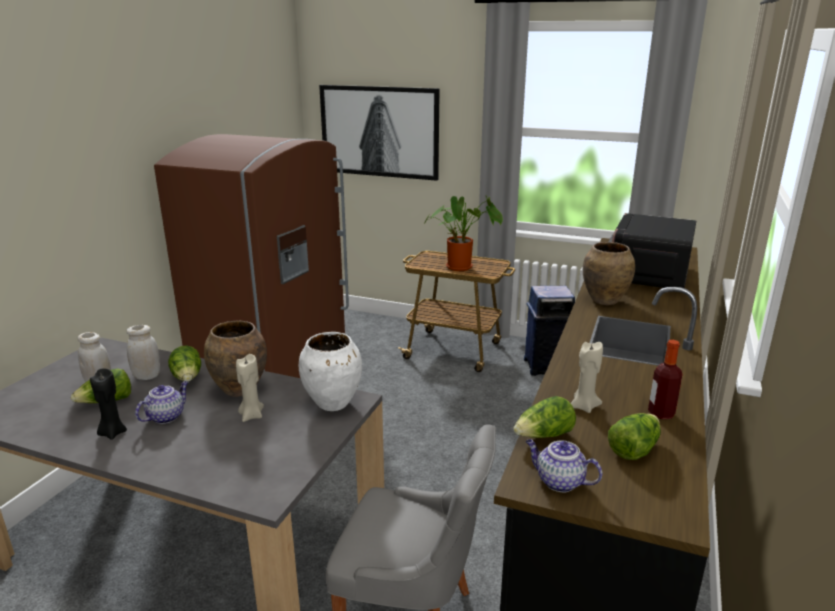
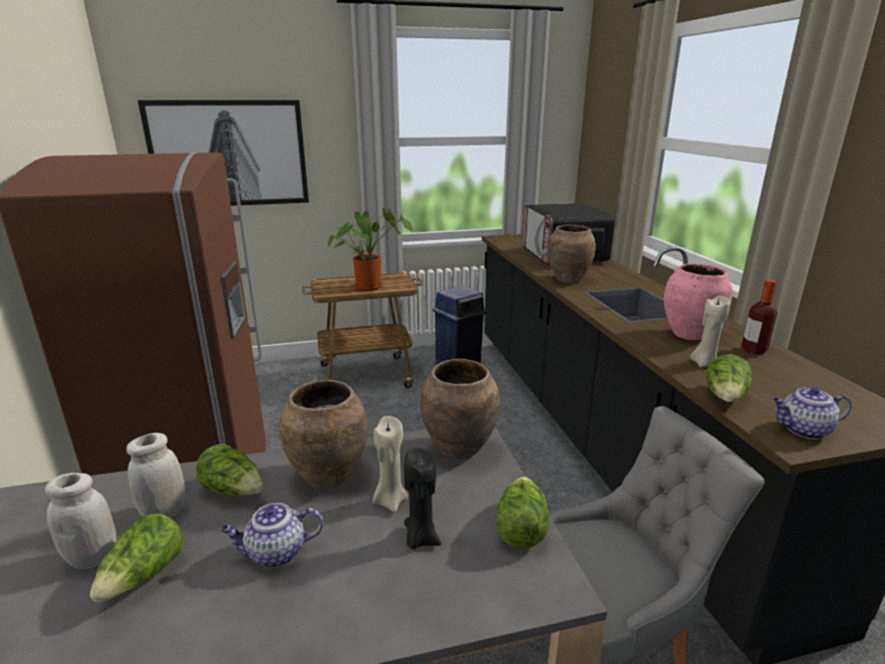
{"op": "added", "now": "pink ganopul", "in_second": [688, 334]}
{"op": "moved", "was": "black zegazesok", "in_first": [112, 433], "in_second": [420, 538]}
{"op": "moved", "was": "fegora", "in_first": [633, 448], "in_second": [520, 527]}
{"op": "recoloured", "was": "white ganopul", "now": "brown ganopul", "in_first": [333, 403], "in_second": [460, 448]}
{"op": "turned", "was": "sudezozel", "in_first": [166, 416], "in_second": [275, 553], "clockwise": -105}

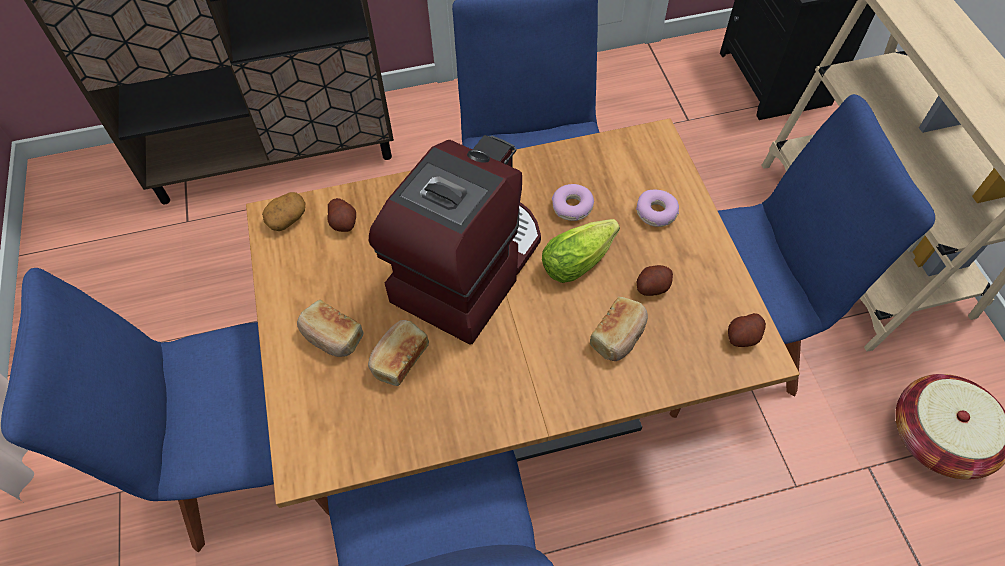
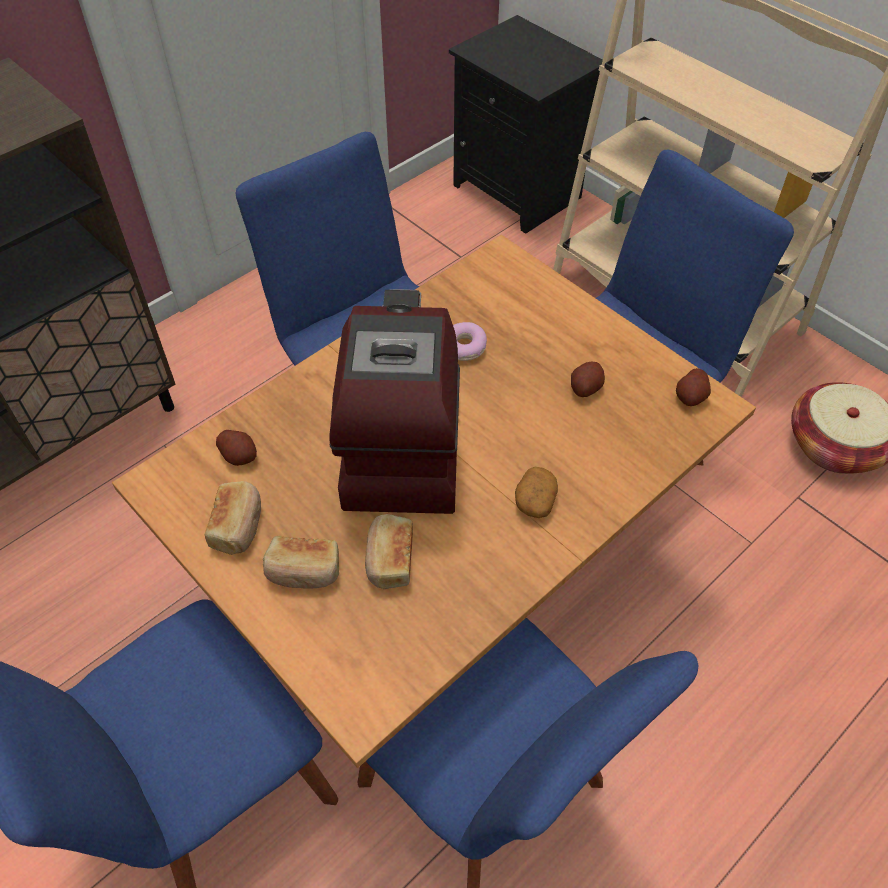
{"op": "removed", "was": "fegora", "in_first": [581, 259]}
{"op": "removed", "was": "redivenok", "in_first": [656, 213]}
{"op": "moved", "was": "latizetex", "in_first": [287, 218], "in_second": [535, 500]}
{"op": "moved", "was": "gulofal", "in_first": [619, 336], "in_second": [238, 526]}

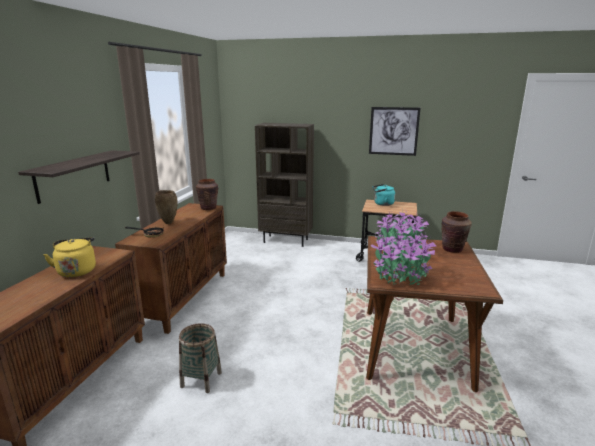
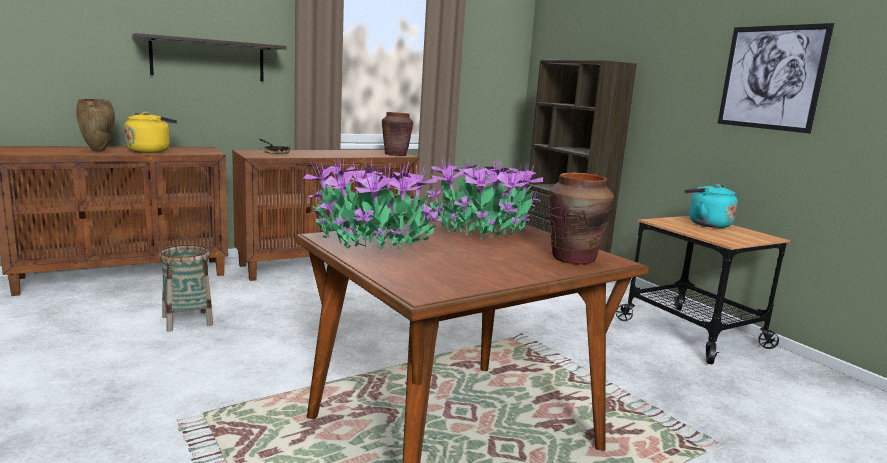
{"op": "moved", "was": "brown ganopul", "in_first": [169, 223], "in_second": [99, 151]}

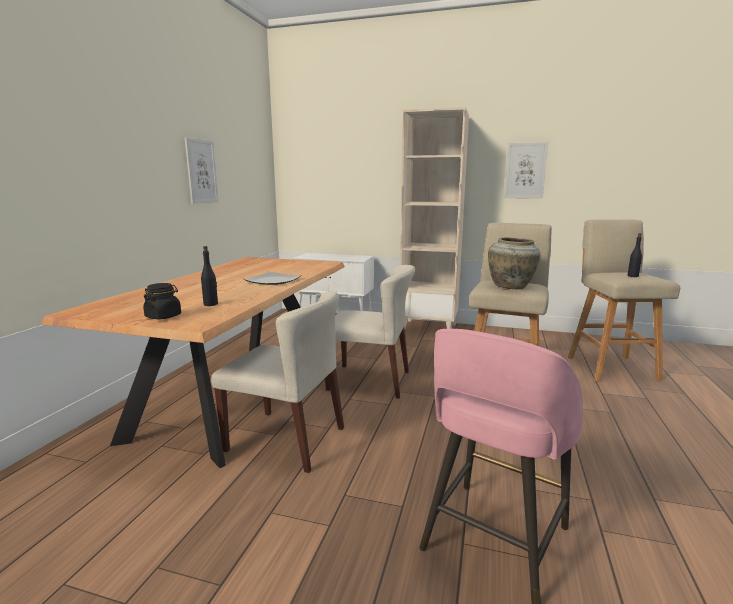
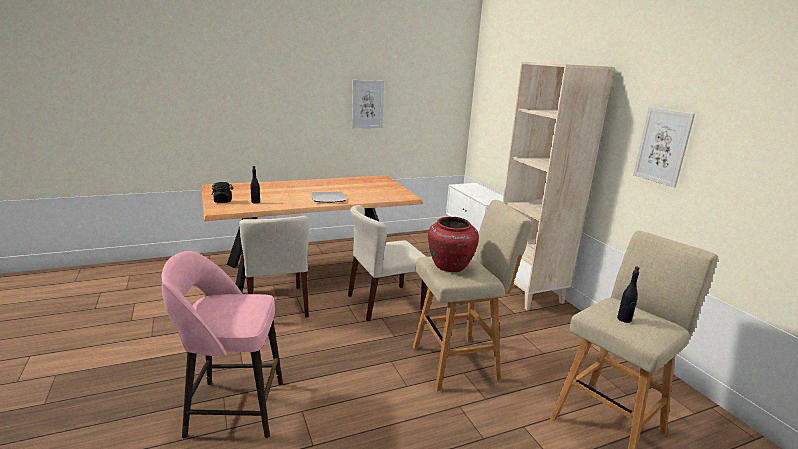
{"op": "recoloured", "was": "beige ganopul", "now": "red ganopul", "in_first": [511, 286], "in_second": [449, 266]}
{"op": "turned", "was": "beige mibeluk", "in_first": [370, 380], "in_second": [385, 302], "clockwise": 90}

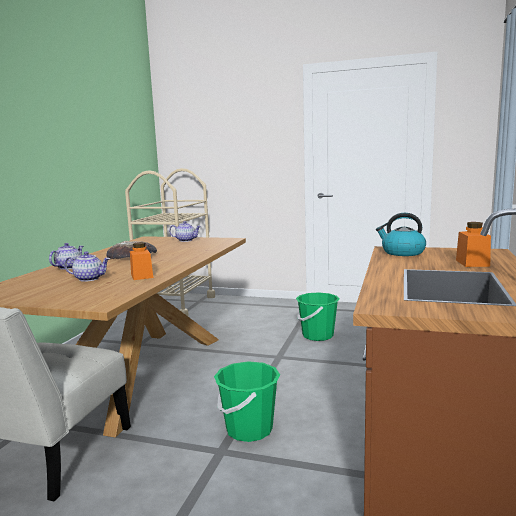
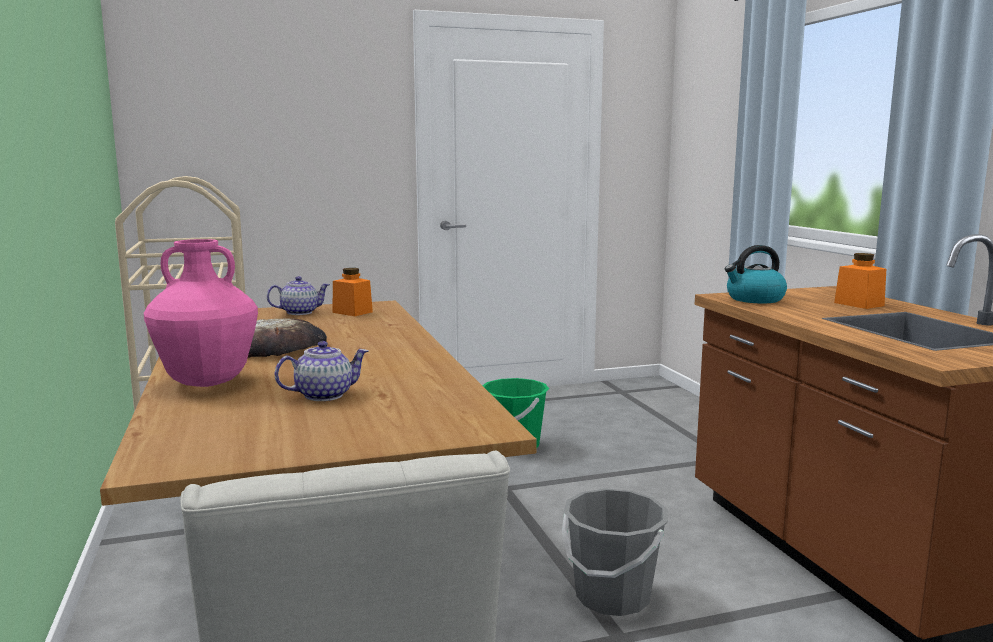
{"op": "moved", "was": "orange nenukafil", "in_first": [142, 276], "in_second": [352, 312]}
{"op": "replaced", "was": "sudezozel", "now": "pink ganopul", "in_first": [68, 267], "in_second": [206, 382]}
{"op": "recoloured", "was": "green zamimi", "now": "grey zamimi", "in_first": [249, 429], "in_second": [612, 597]}

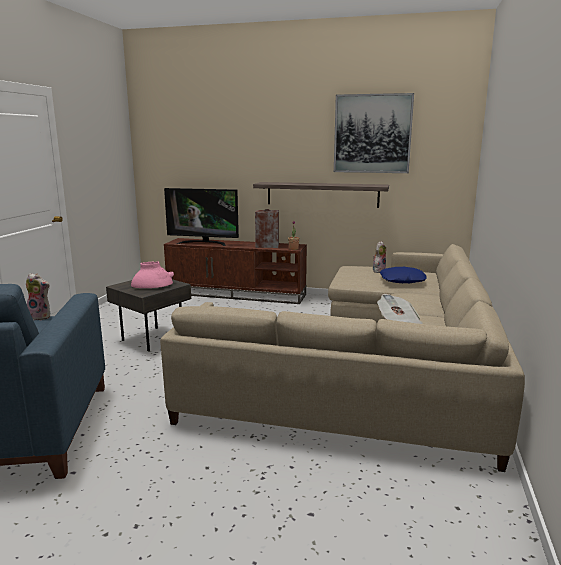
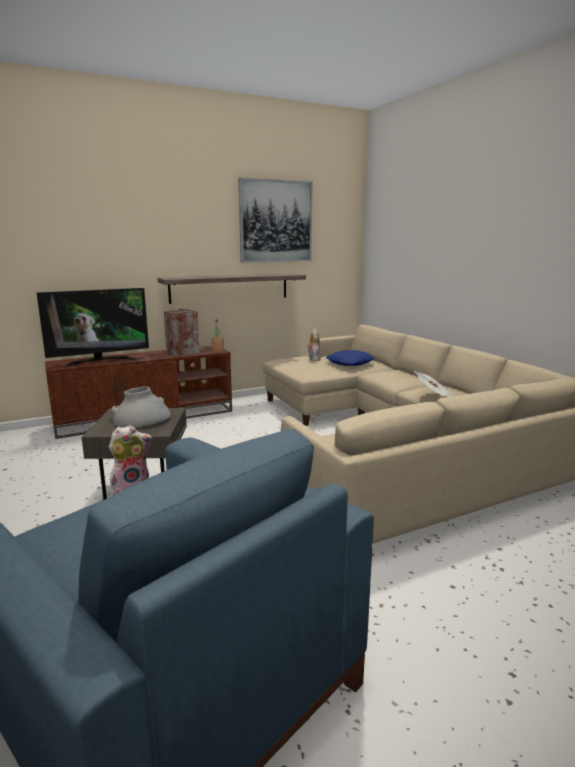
{"op": "recoloured", "was": "pink ganopul", "now": "grey ganopul", "in_first": [152, 284], "in_second": [141, 419]}

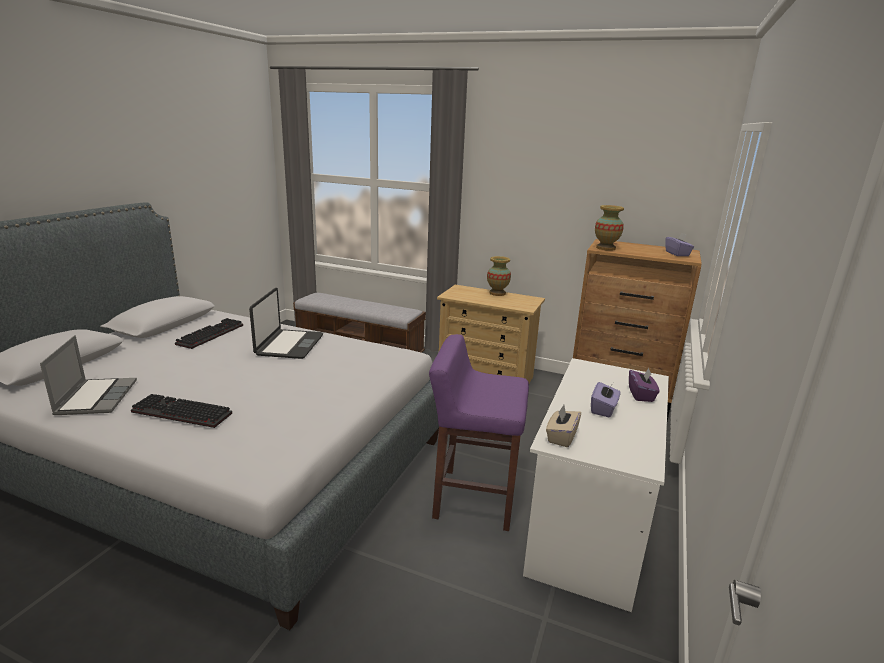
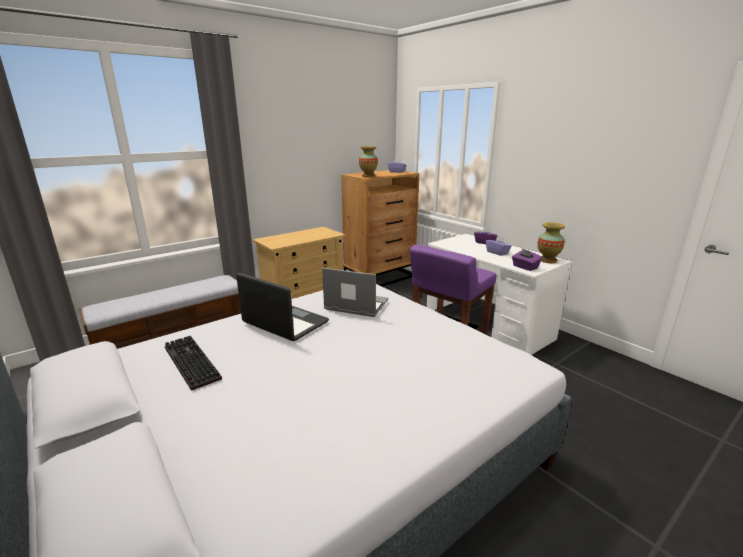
{"op": "removed", "was": "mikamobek", "in_first": [179, 414]}
{"op": "moved", "was": "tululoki", "in_first": [96, 397], "in_second": [355, 305]}
{"op": "moved", "was": "ganopul", "in_first": [497, 293], "in_second": [547, 260]}
{"op": "recoloured", "was": "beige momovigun", "now": "purple momovigun", "in_first": [561, 437], "in_second": [525, 267]}

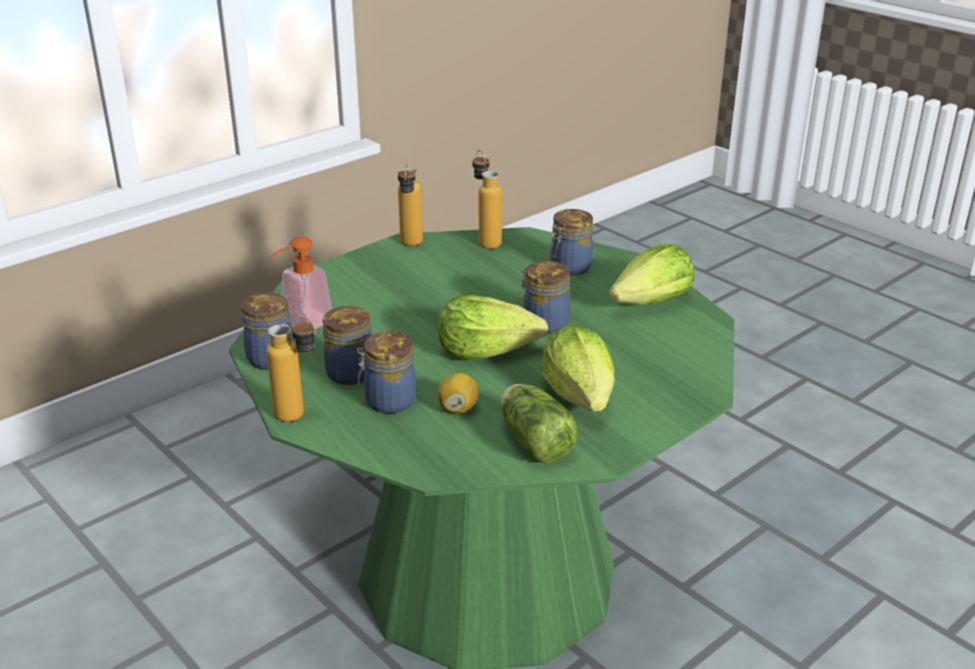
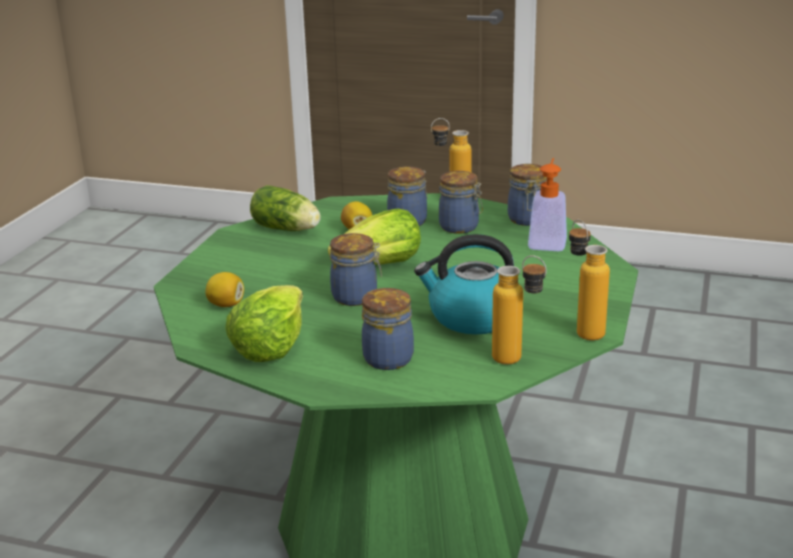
{"op": "removed", "was": "fegora", "in_first": [581, 396]}
{"op": "added", "now": "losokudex", "in_second": [226, 305]}
{"op": "added", "now": "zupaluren", "in_second": [472, 317]}

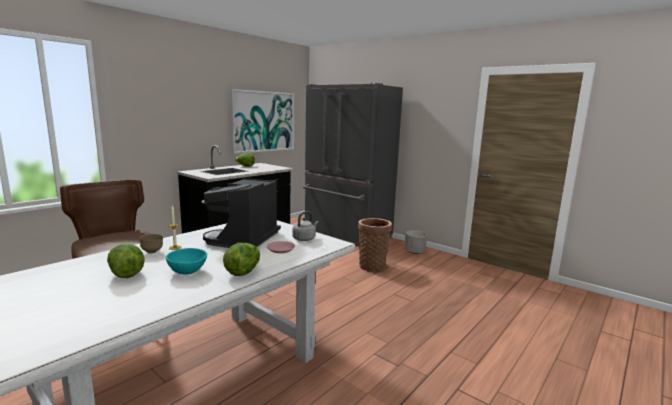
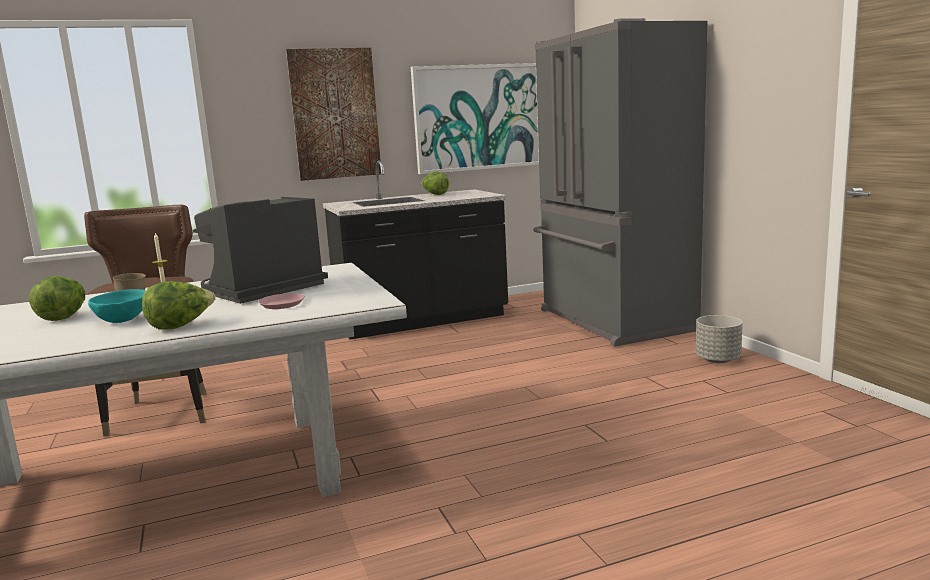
{"op": "removed", "was": "grey zupaluren", "in_first": [305, 239]}
{"op": "removed", "was": "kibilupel", "in_first": [372, 266]}
{"op": "added", "now": "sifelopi", "in_second": [335, 114]}

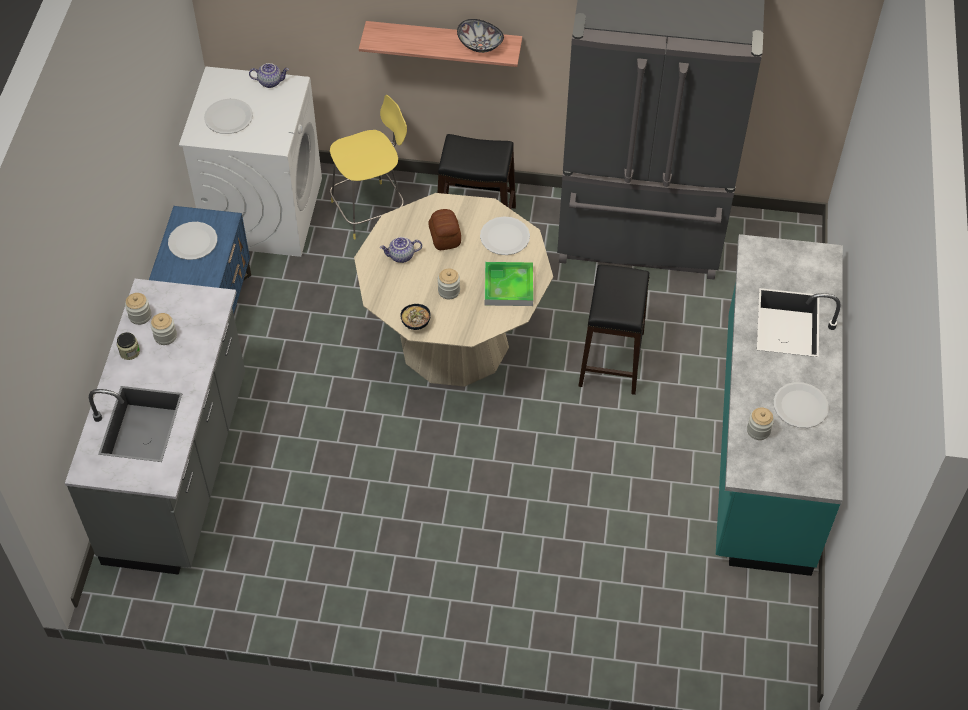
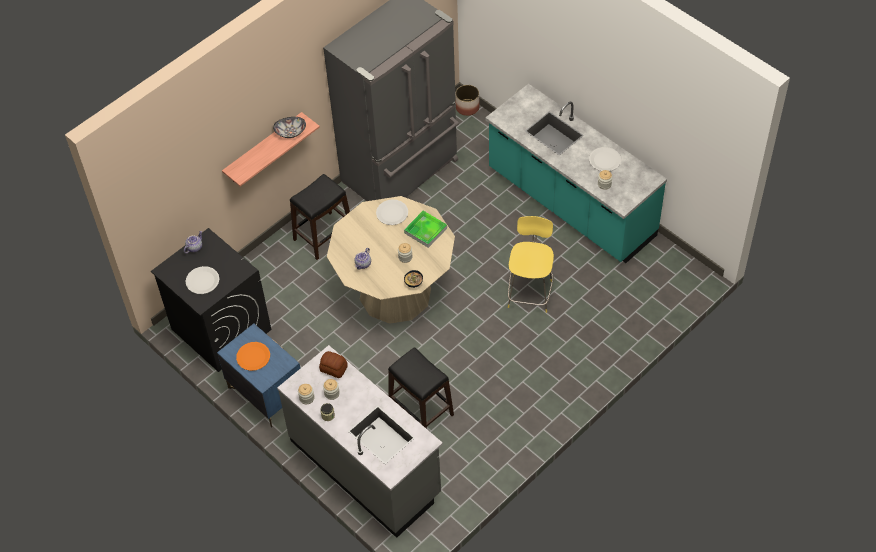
{"op": "added", "now": "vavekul", "in_second": [467, 107]}
{"op": "moved", "was": "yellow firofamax", "in_first": [370, 209], "in_second": [530, 292]}
{"op": "moved", "was": "gulofal", "in_first": [444, 237], "in_second": [333, 369]}
{"op": "moved", "was": "black firofamax", "in_first": [612, 358], "in_second": [421, 409]}
{"op": "recoloured", "was": "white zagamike", "now": "orange zagamike", "in_first": [193, 242], "in_second": [253, 357]}
{"op": "recoloured", "was": "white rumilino", "now": "black rumilino", "in_first": [263, 211], "in_second": [220, 329]}

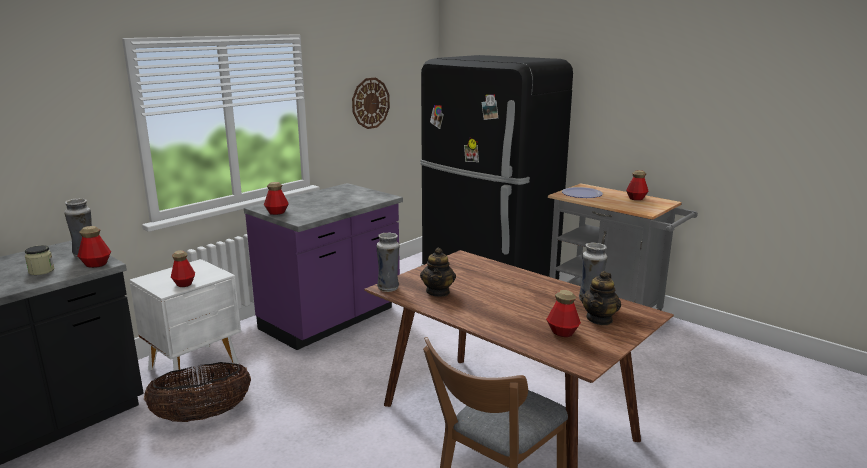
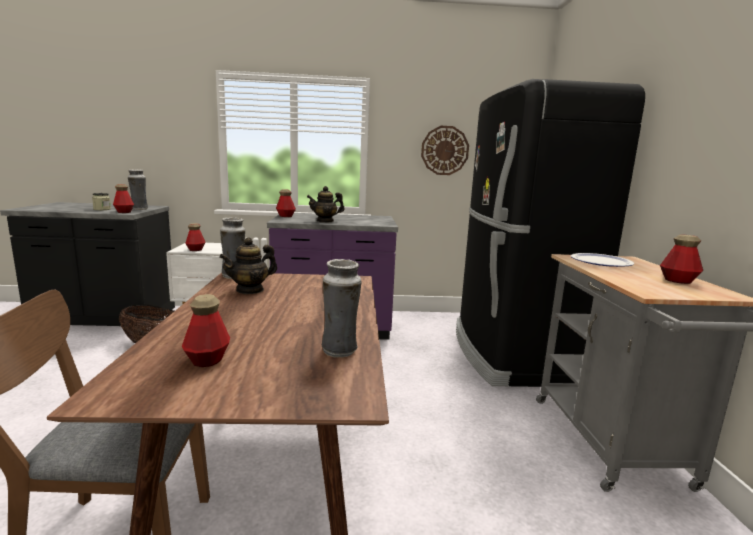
{"op": "moved", "was": "sudezozel", "in_first": [599, 319], "in_second": [325, 221]}

